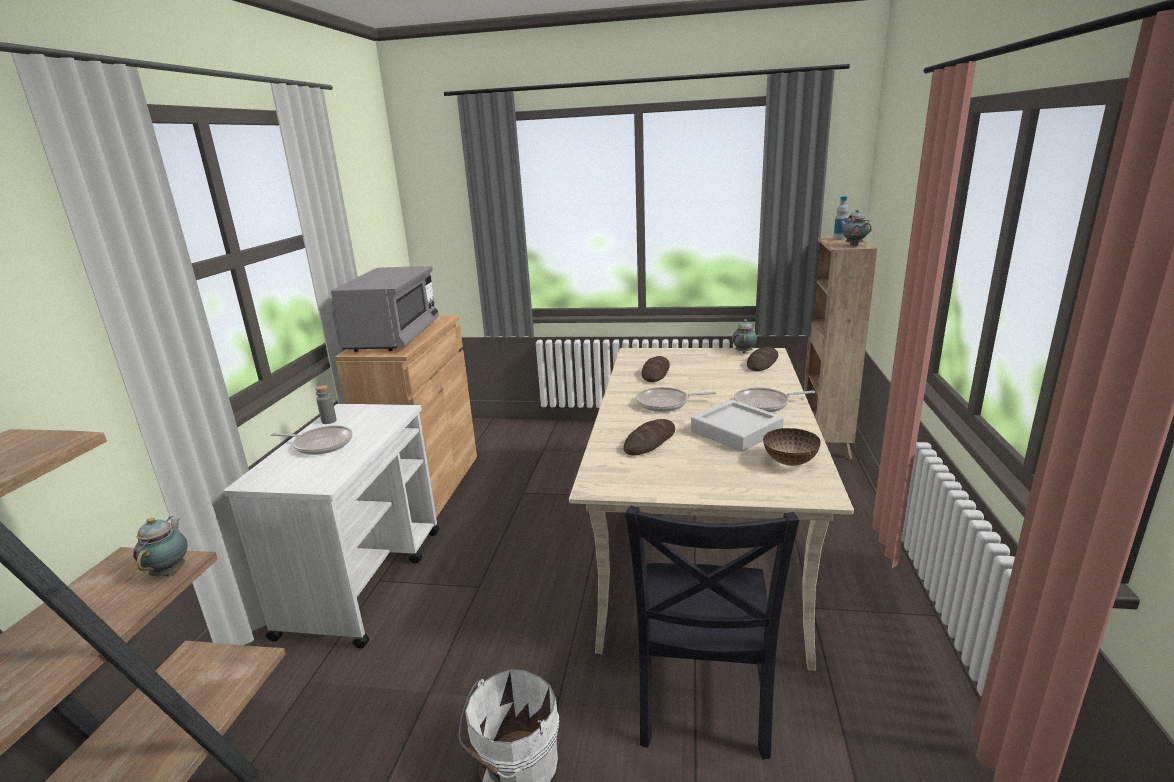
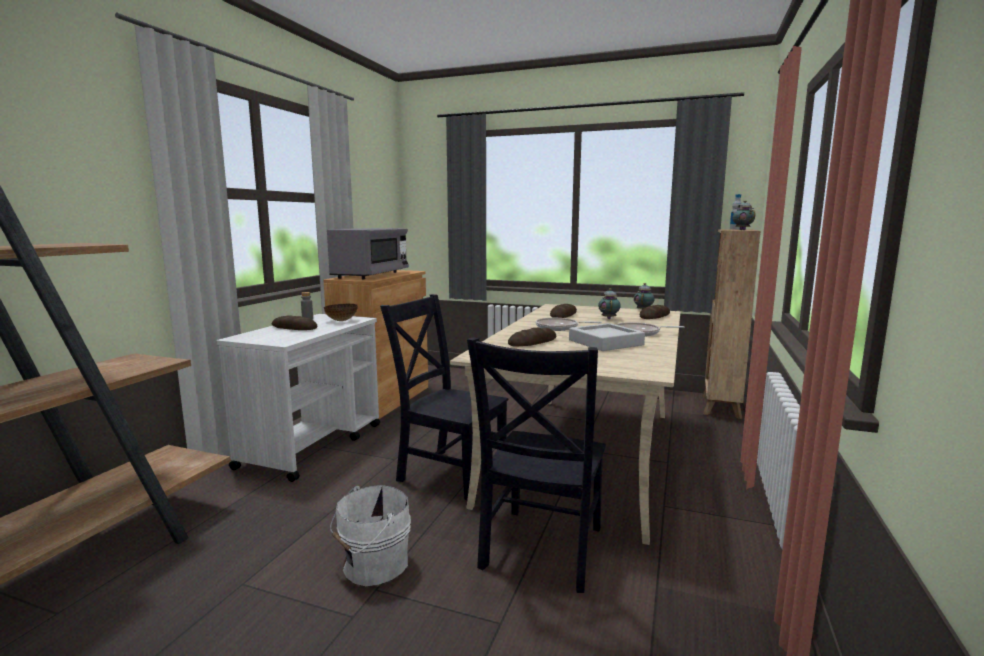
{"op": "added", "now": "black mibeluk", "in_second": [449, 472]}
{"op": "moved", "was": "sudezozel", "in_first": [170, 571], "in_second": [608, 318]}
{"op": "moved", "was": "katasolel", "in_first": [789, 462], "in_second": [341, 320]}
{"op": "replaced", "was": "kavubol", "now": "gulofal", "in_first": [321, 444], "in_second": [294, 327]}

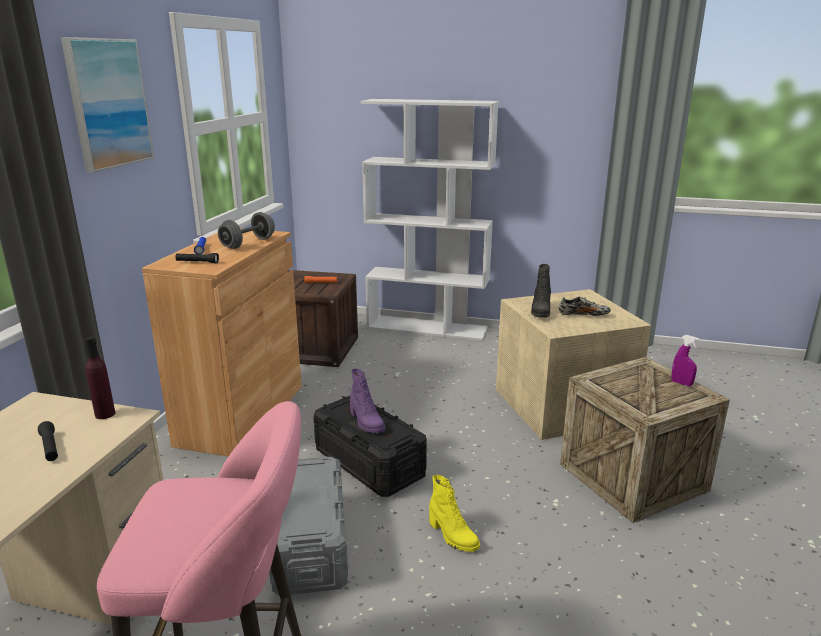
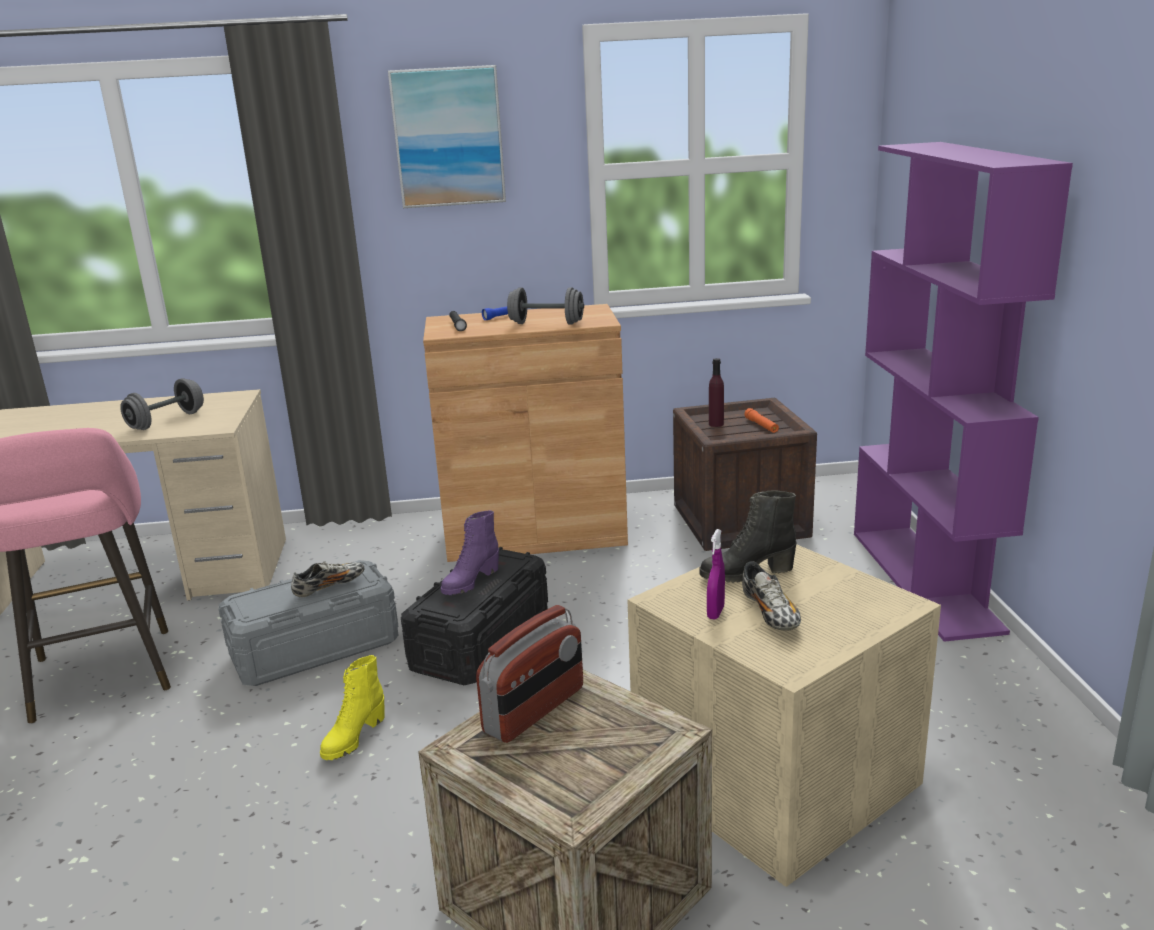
{"op": "added", "now": "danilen", "in_second": [329, 587]}
{"op": "added", "now": "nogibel", "in_second": [535, 710]}
{"op": "moved", "was": "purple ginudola", "in_first": [105, 414], "in_second": [716, 424]}
{"op": "moved", "was": "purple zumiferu", "in_first": [681, 383], "in_second": [715, 612]}
{"op": "replaced", "was": "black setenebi", "now": "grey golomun", "in_first": [50, 447], "in_second": [166, 421]}
{"op": "recoloured", "was": "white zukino", "now": "purple zukino", "in_first": [428, 328], "in_second": [925, 580]}

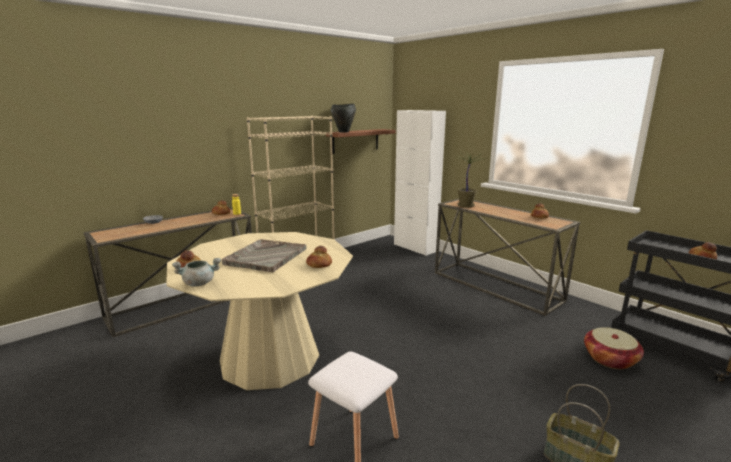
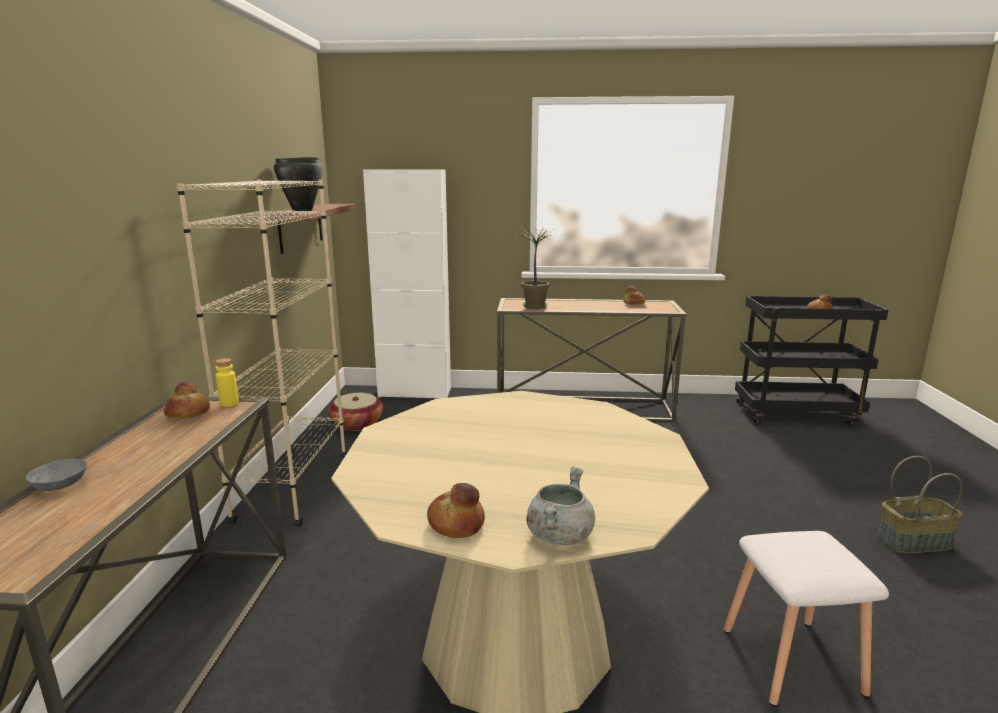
{"op": "removed", "was": "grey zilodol", "in_first": [265, 256]}
{"op": "removed", "was": "gulofal", "in_first": [319, 265]}
{"op": "moved", "was": "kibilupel", "in_first": [610, 359], "in_second": [357, 424]}

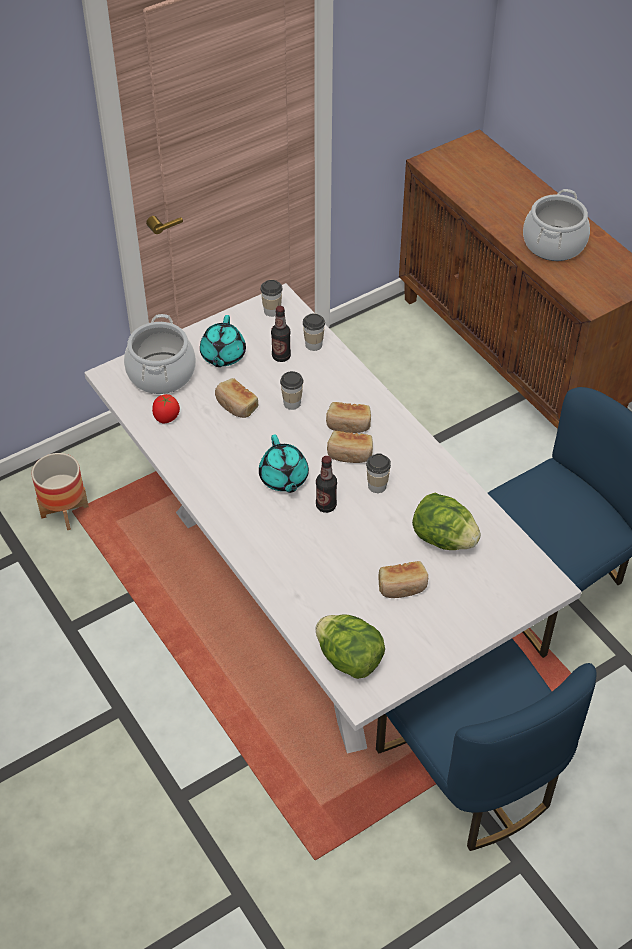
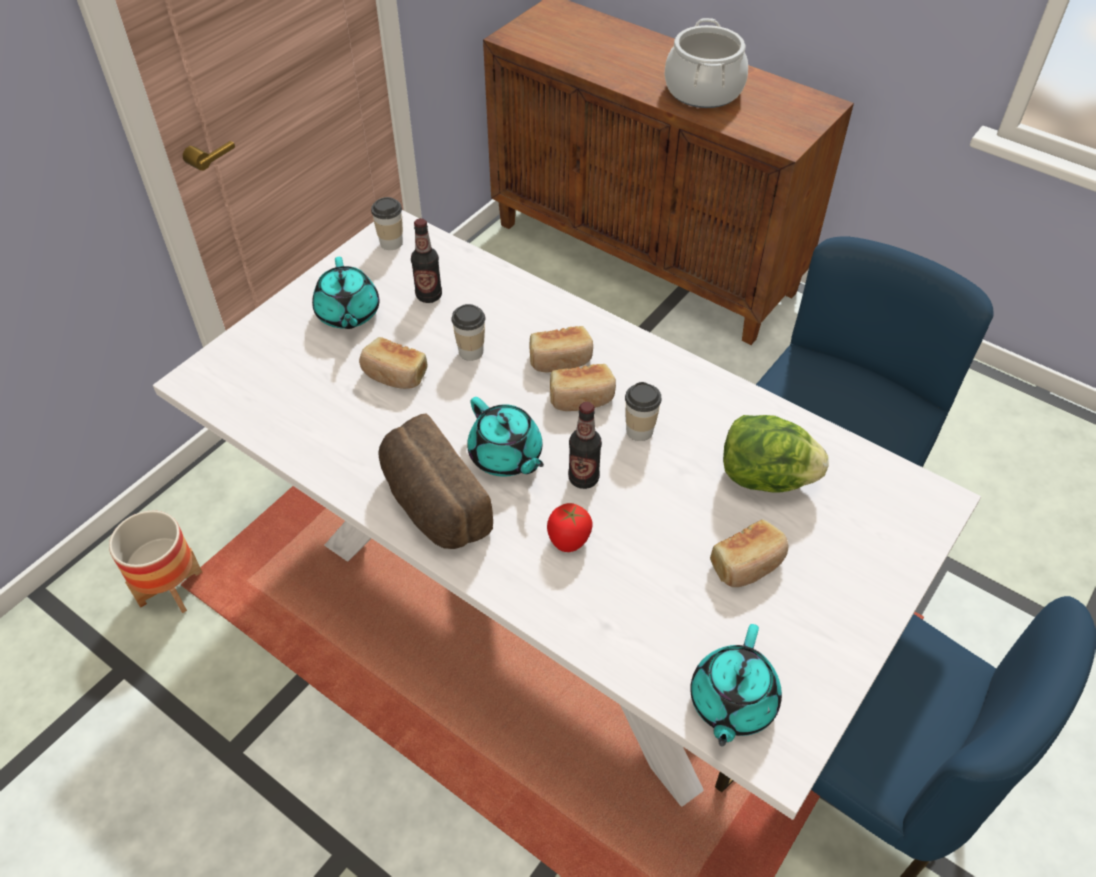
{"op": "removed", "was": "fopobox", "in_first": [161, 373]}
{"op": "removed", "was": "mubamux", "in_first": [313, 345]}
{"op": "added", "now": "gulofal", "in_second": [432, 505]}
{"op": "moved", "was": "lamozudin", "in_first": [166, 418], "in_second": [568, 540]}
{"op": "replaced", "was": "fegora", "now": "turquoise sudezozel", "in_first": [349, 659], "in_second": [731, 702]}

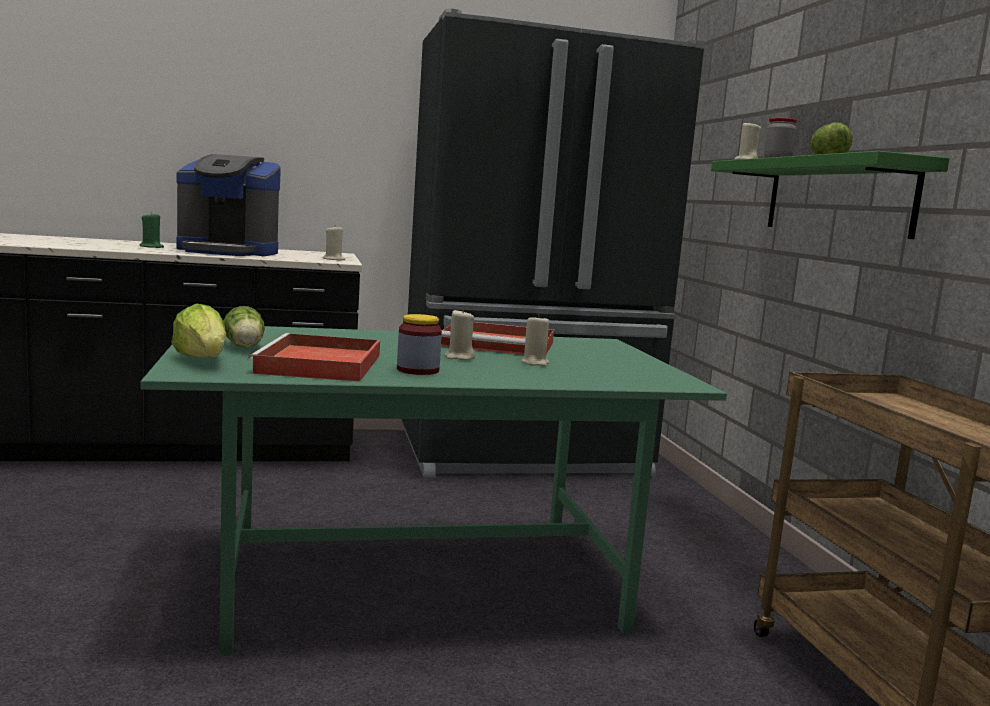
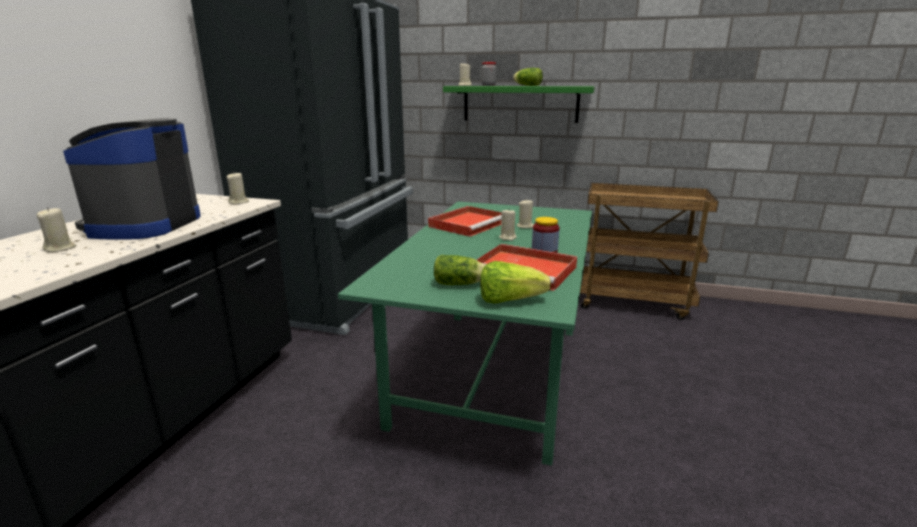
{"op": "recoloured", "was": "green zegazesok", "now": "beige zegazesok", "in_first": [151, 247], "in_second": [60, 248]}
{"op": "turned", "was": "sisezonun", "in_first": [228, 252], "in_second": [144, 225], "clockwise": 150}

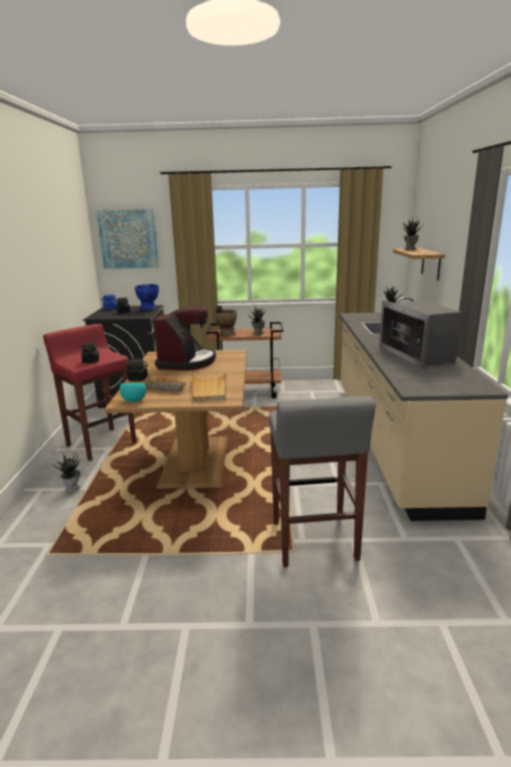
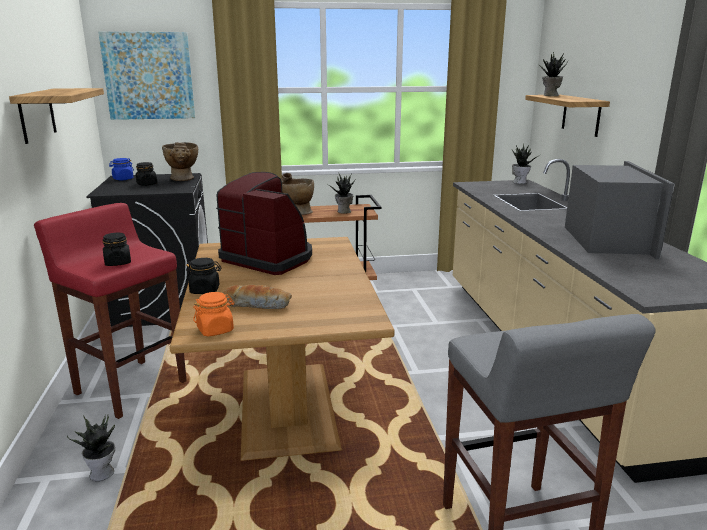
{"op": "removed", "was": "beige zilodol", "in_first": [209, 389]}
{"op": "added", "now": "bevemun", "in_second": [37, 115]}
{"op": "replaced", "was": "turquoise katasolel", "now": "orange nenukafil", "in_first": [134, 401], "in_second": [215, 330]}
{"op": "recoloured", "was": "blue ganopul", "now": "beige ganopul", "in_first": [148, 309], "in_second": [183, 179]}
{"op": "turned", "was": "sisezonun", "in_first": [187, 362], "in_second": [269, 258], "clockwise": -60}
{"op": "turned", "was": "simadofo", "in_first": [417, 355], "in_second": [606, 239], "clockwise": -150}

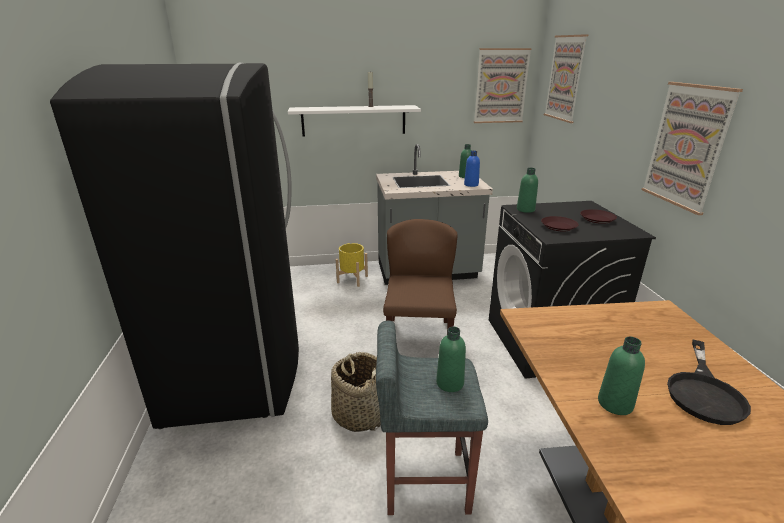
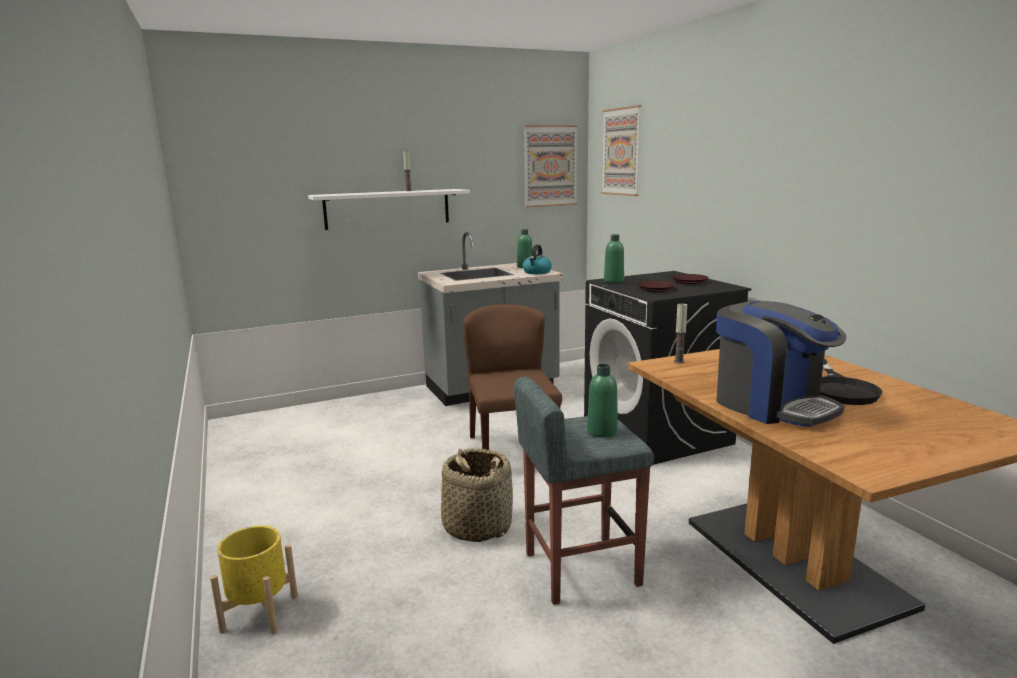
{"op": "removed", "was": "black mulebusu", "in_first": [238, 365]}
{"op": "removed", "was": "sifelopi", "in_first": [687, 146]}
{"op": "added", "now": "zegazesok", "in_second": [679, 361]}
{"op": "moved", "was": "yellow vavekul", "in_first": [352, 279], "in_second": [259, 613]}
{"op": "replaced", "was": "blue ginudola", "now": "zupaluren", "in_first": [471, 185], "in_second": [537, 272]}
{"op": "replaced", "was": "green ginudola", "now": "sisezonun", "in_first": [615, 403], "in_second": [771, 405]}

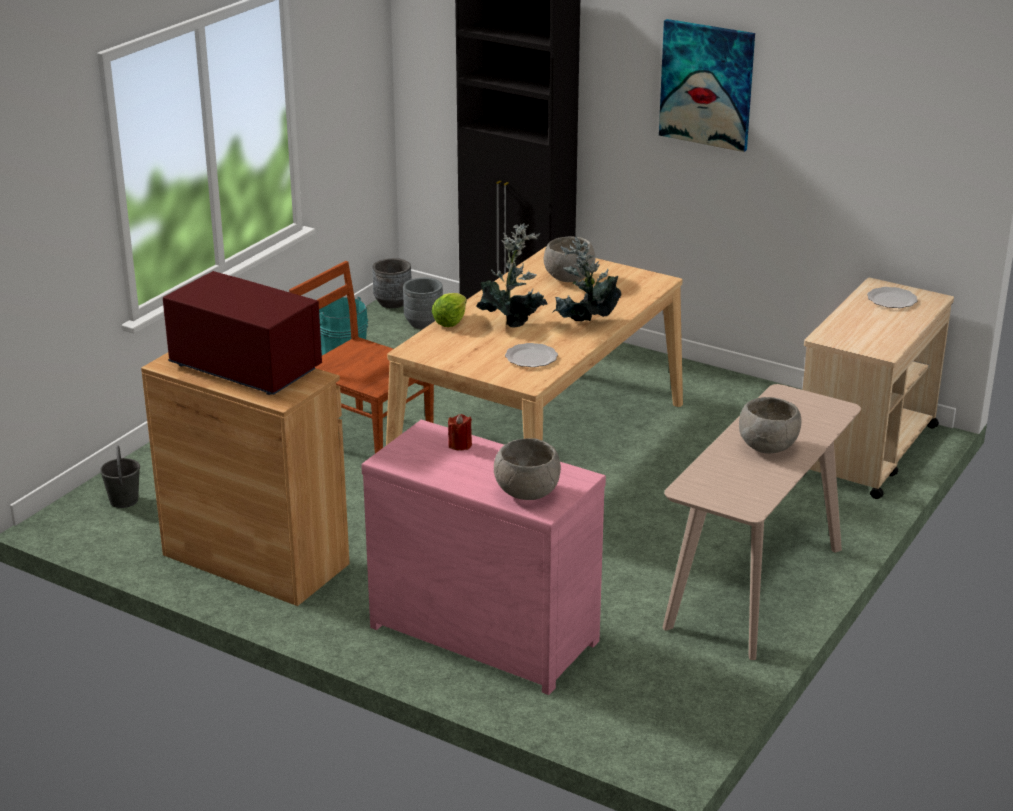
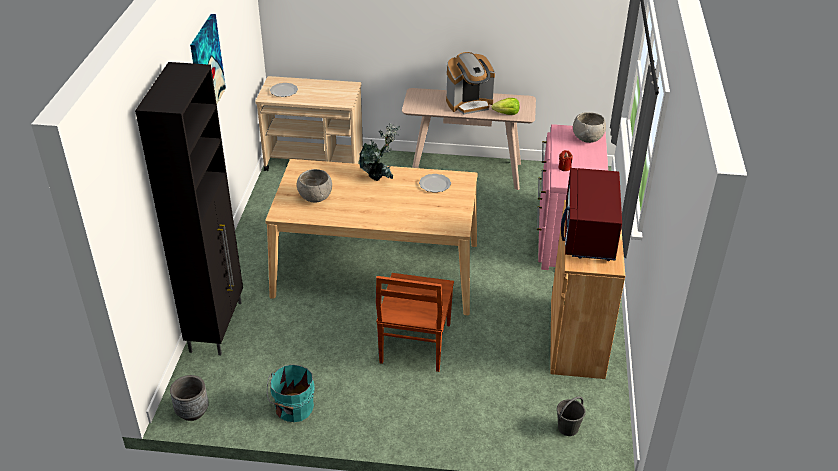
{"op": "removed", "was": "grey vavekul", "in_first": [423, 323]}
{"op": "removed", "was": "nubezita", "in_first": [512, 322]}
{"op": "moved", "was": "fegora", "in_first": [450, 321], "in_second": [506, 114]}
{"op": "replaced", "was": "grey katasolel", "now": "sisezonun", "in_first": [768, 448], "in_second": [469, 103]}

